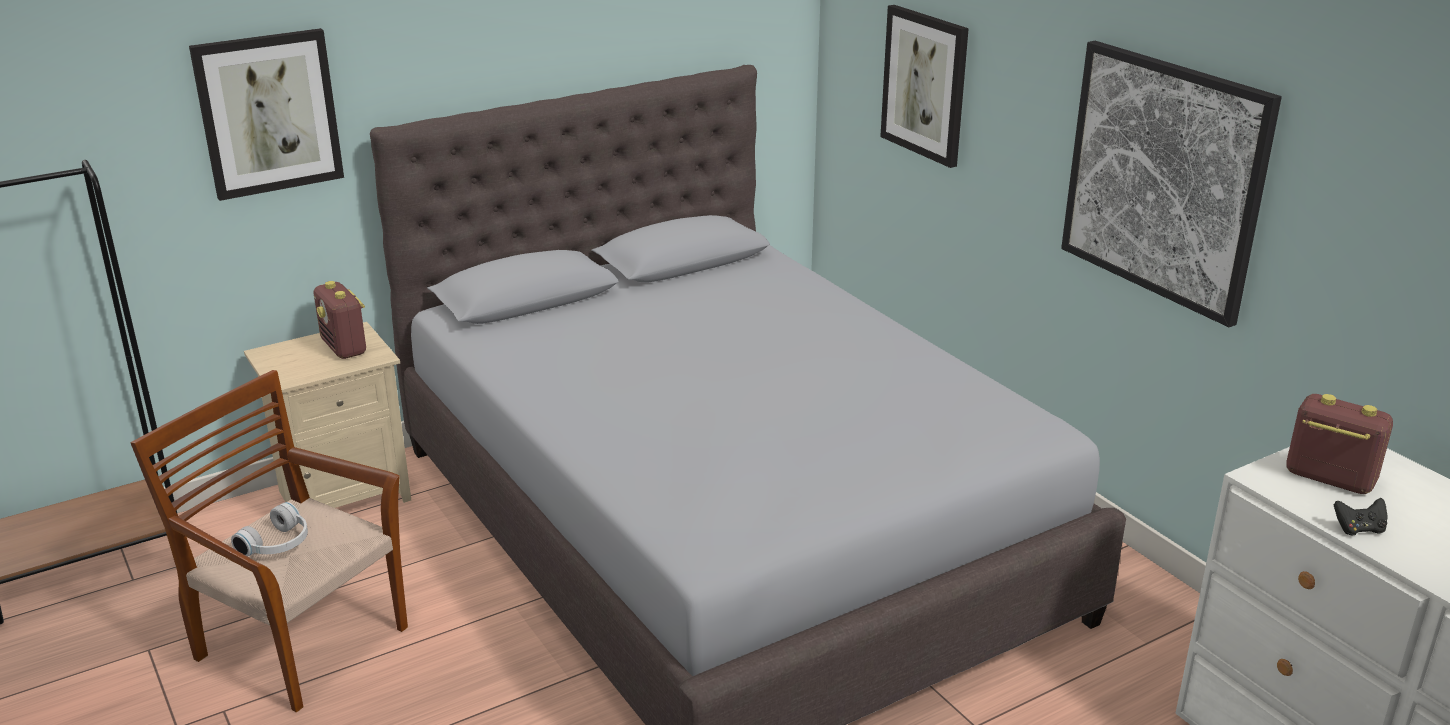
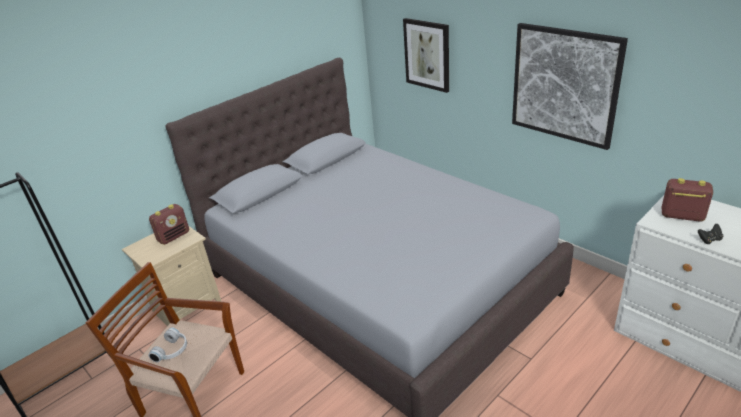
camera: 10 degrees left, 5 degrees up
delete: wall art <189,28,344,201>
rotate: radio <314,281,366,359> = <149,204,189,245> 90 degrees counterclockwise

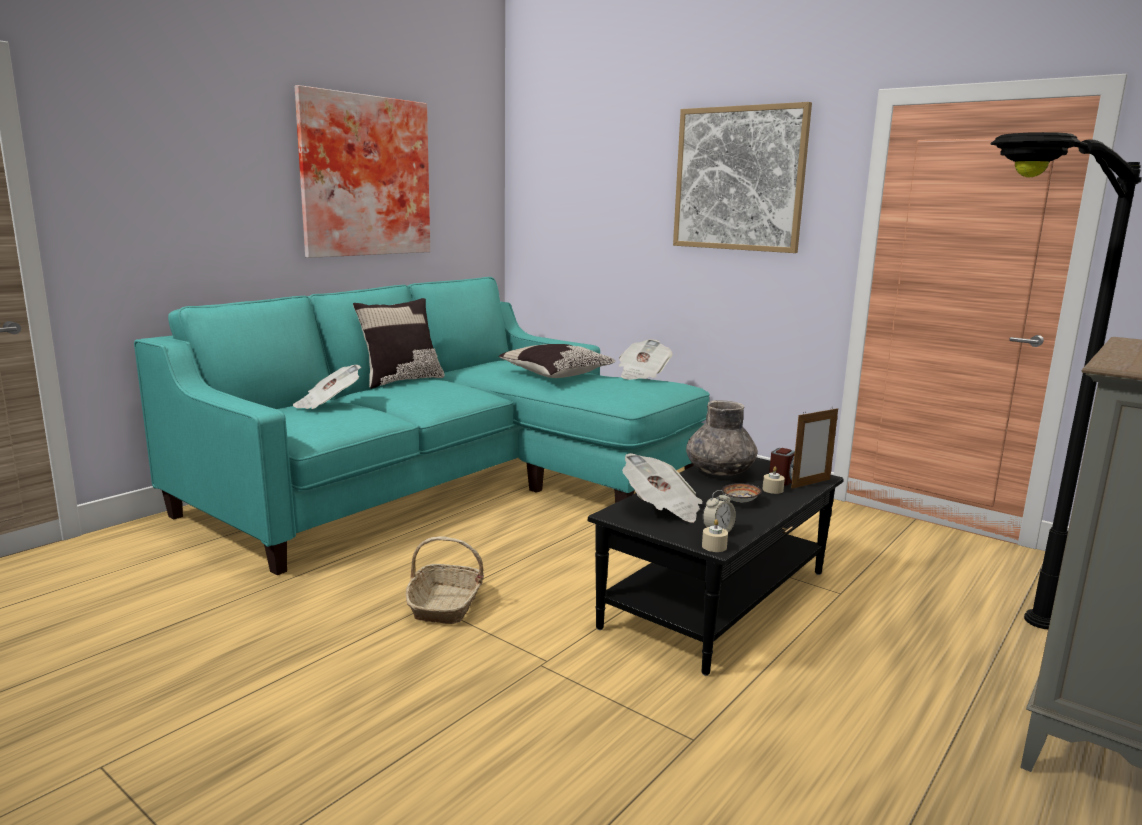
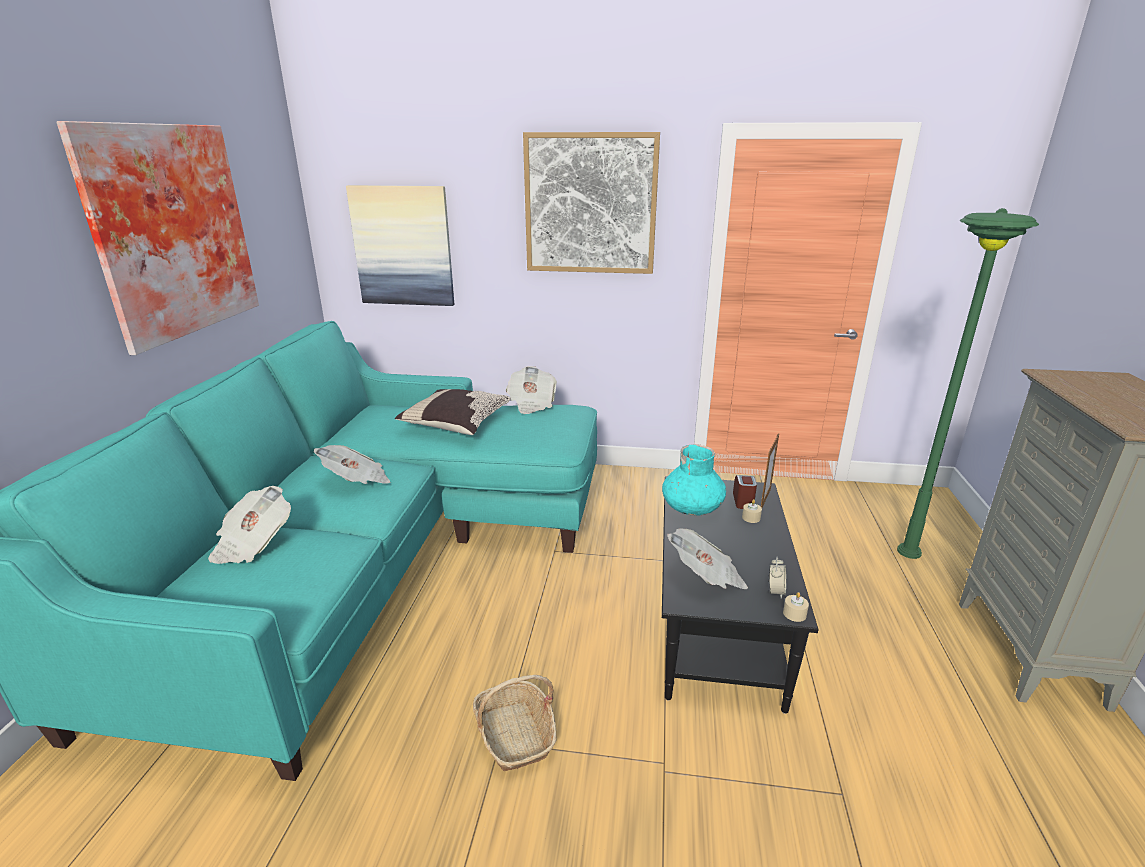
camera: 30 degrees left, 10 degrees up
delete: cushion <353,298,444,389>; serving bowl <722,483,762,503>
insert: newspaper <314,445,390,484>; wall art <346,185,454,306>
recolor: flower vase (greyish) <686,400,758,476> to flower vase (turquoise-coloured) <662,444,726,515>; floor lamp (blackish) <990,132,1142,629> to floor lamp (green) <897,208,1039,559>

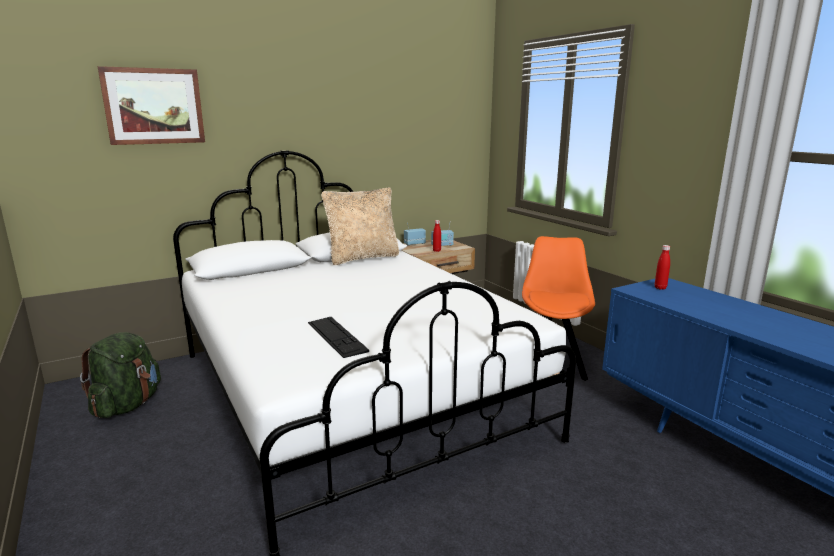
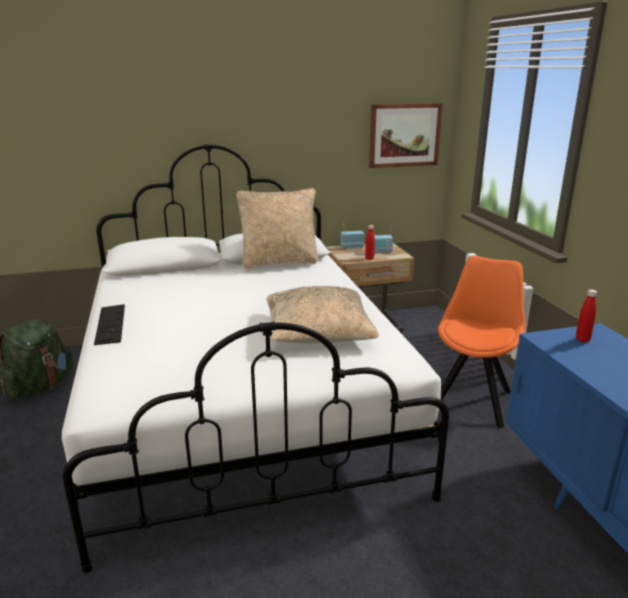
camera: 15 degrees right, 5 degrees up
insert: cushion (beige-coloured) <266,286,379,343>
move: wall art <98,66,205,145> to <369,103,443,168>; PC keyboard <308,317,369,358> to <94,304,125,345>

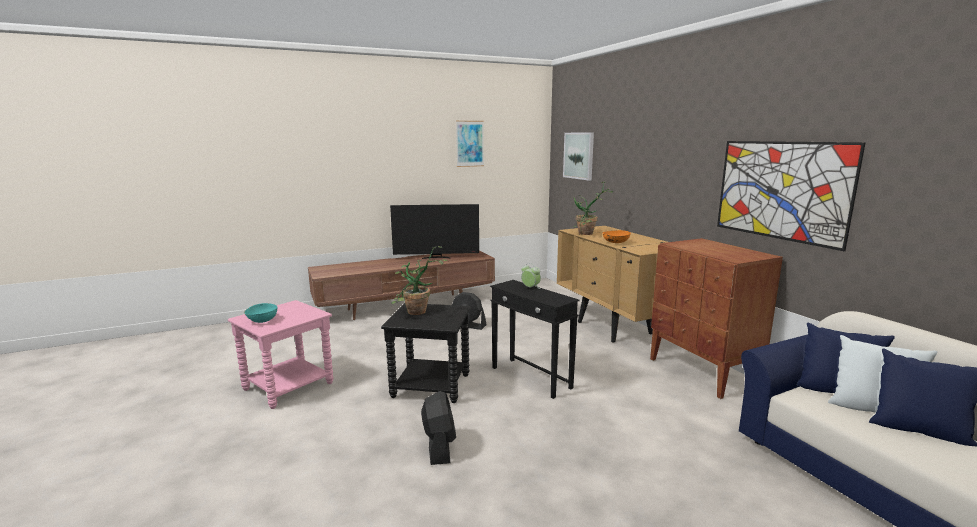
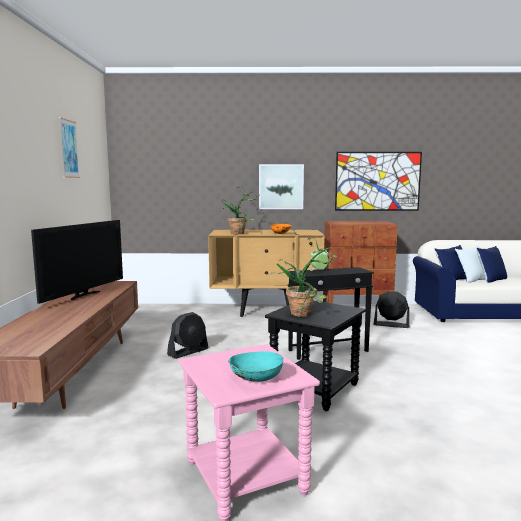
camera: 65 degrees left, 5 degrees down
move: electric fan (blackish) <421,391,456,465> to <374,291,409,328>; wall art <563,132,594,181> to <259,164,304,209>

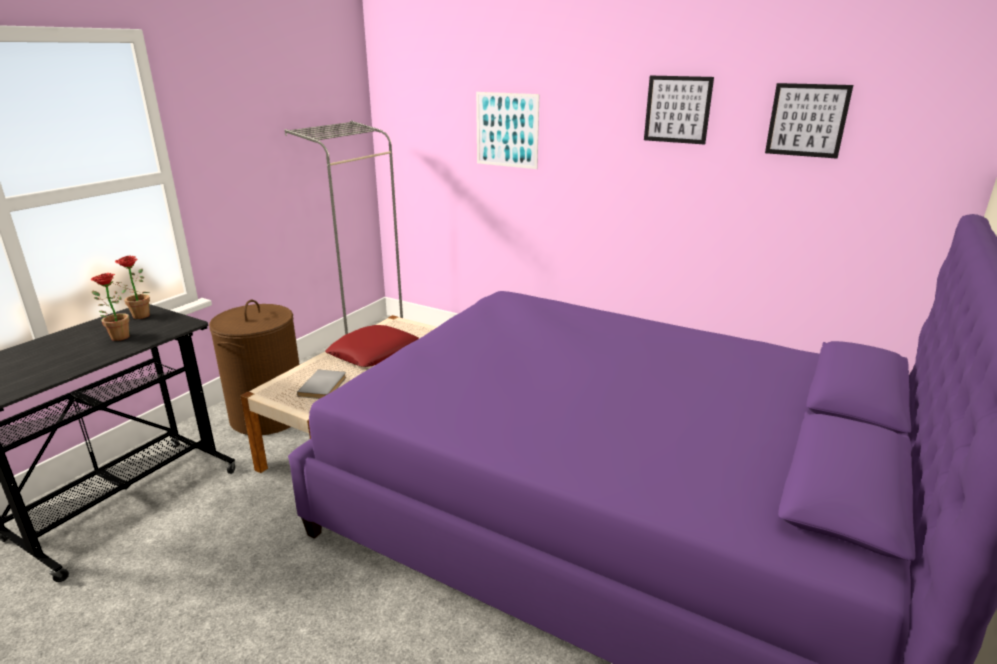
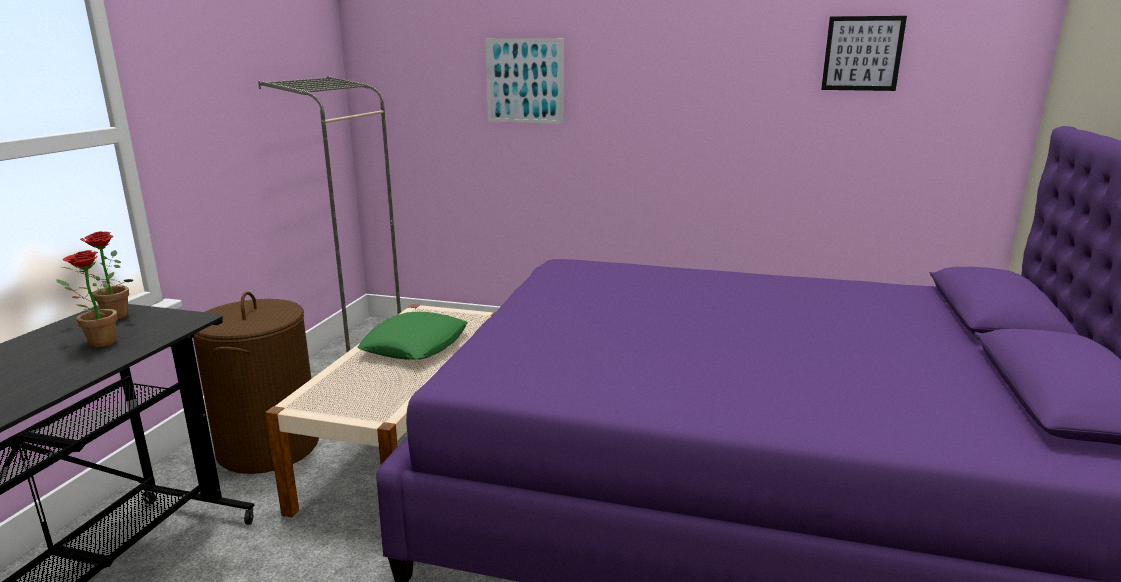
camera: 15 degrees left, 5 degrees down
delete: bound book (greyish) <297,369,346,399>; wall art <644,76,714,145>
recolor: cushion (red) <325,325,419,367> to cushion (green) <357,312,468,360>

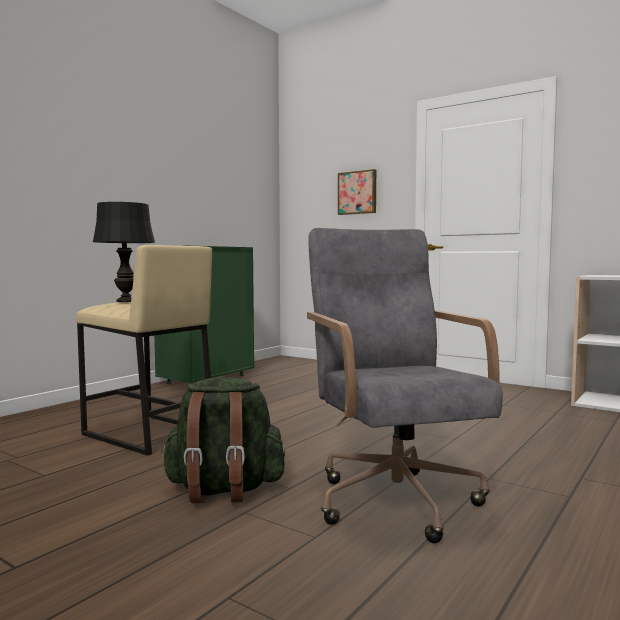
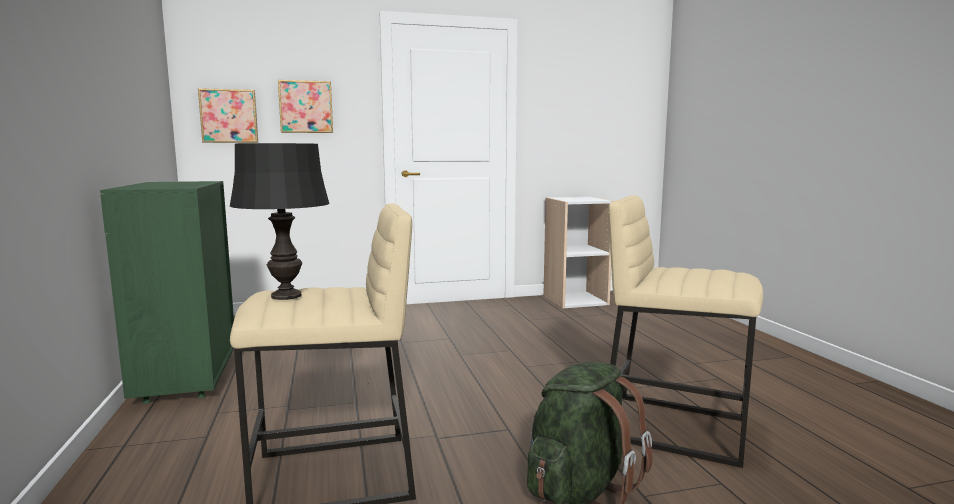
camera: 50 degrees left, 5 degrees up
insert: wall art <198,88,258,143>
replace: desk chair (greyish) <307,228,503,543> to stool seat (beige-coloured) <608,195,763,468>

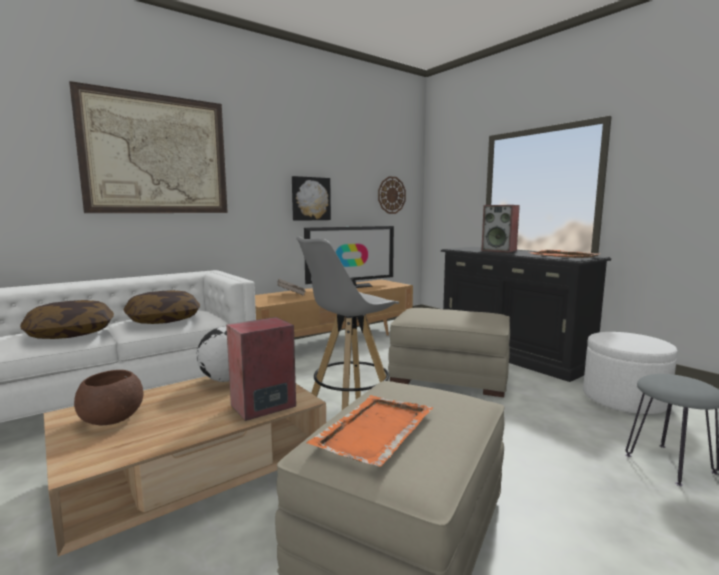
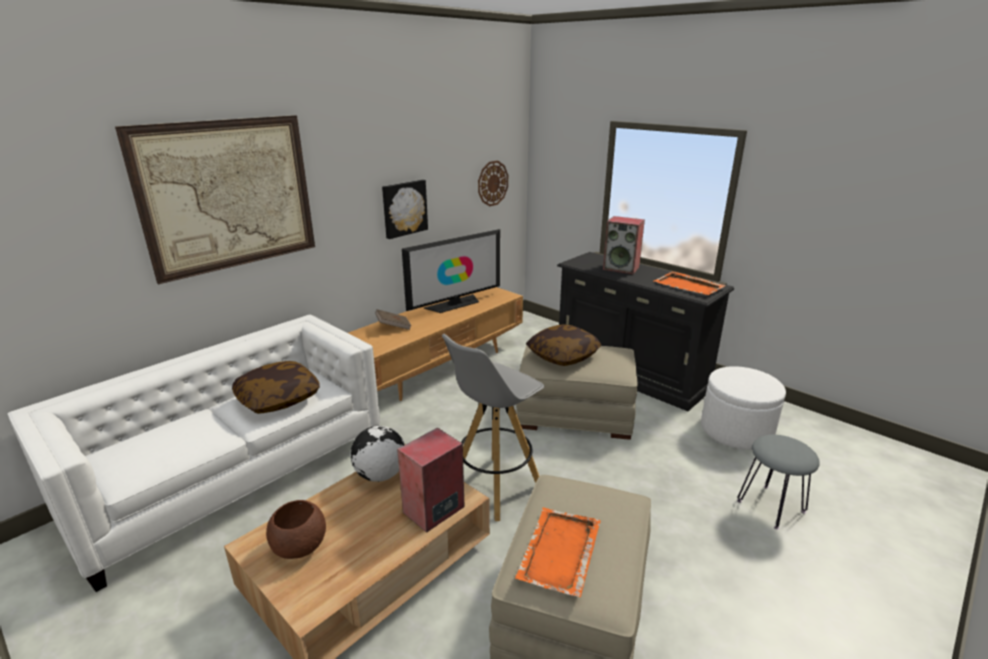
camera: 10 degrees left, 15 degrees up
move: cushion <20,300,114,339> to <526,324,601,366>

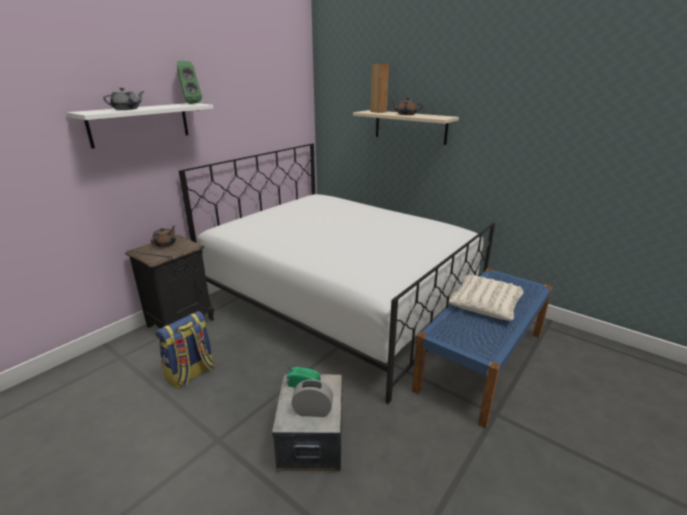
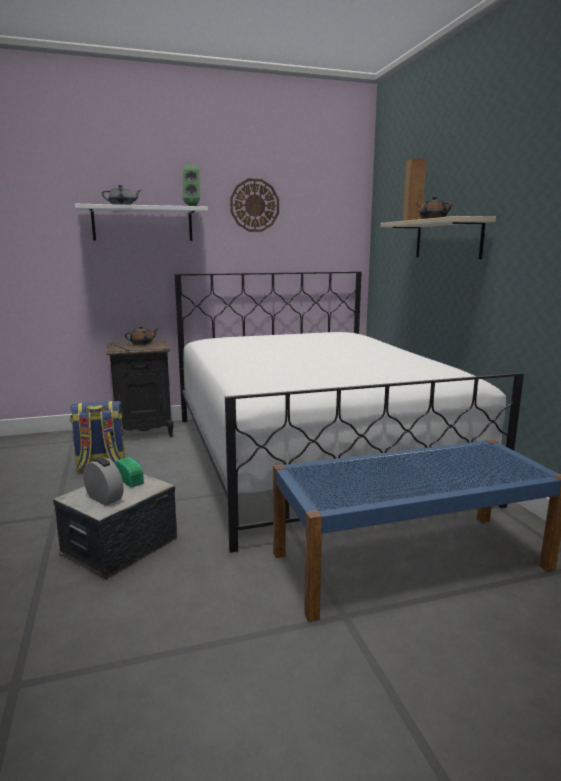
camera: 35 degrees right, 10 degrees down
delete: cushion (beige-coloured) <449,275,524,321>
insert: clock on the wall <230,179,279,232>

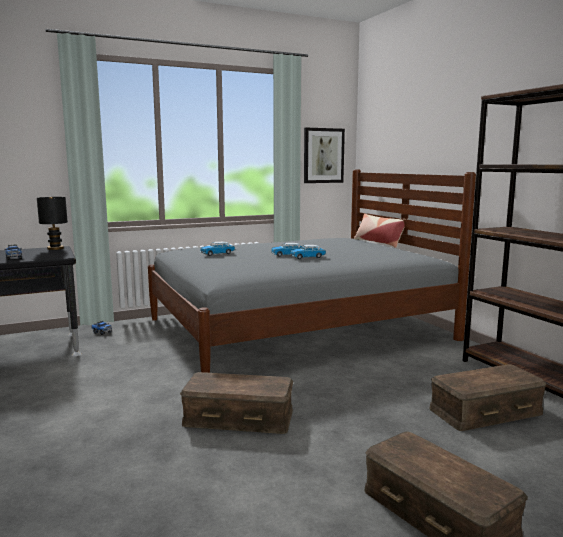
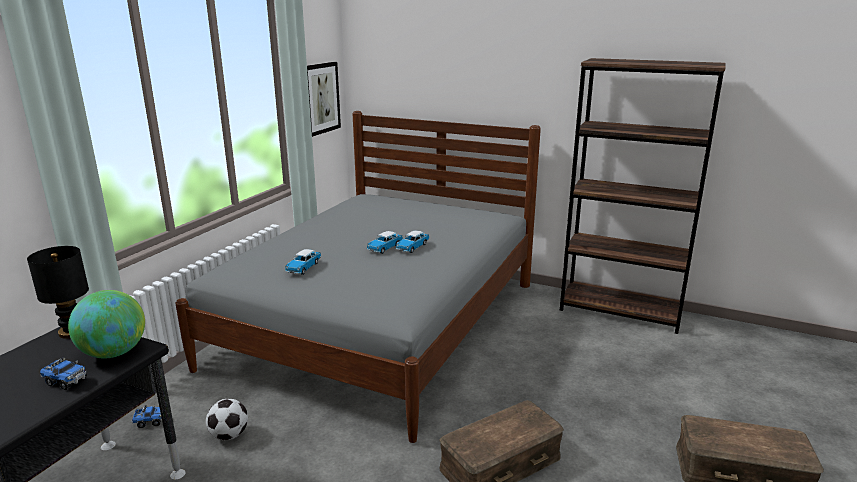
camera: 40 degrees left, 10 degrees up
delete: cushion <354,214,408,248>; storage box (brown-coloured) <429,365,546,431>
insert: desk globe <68,290,145,358>; football ball <206,399,248,440>

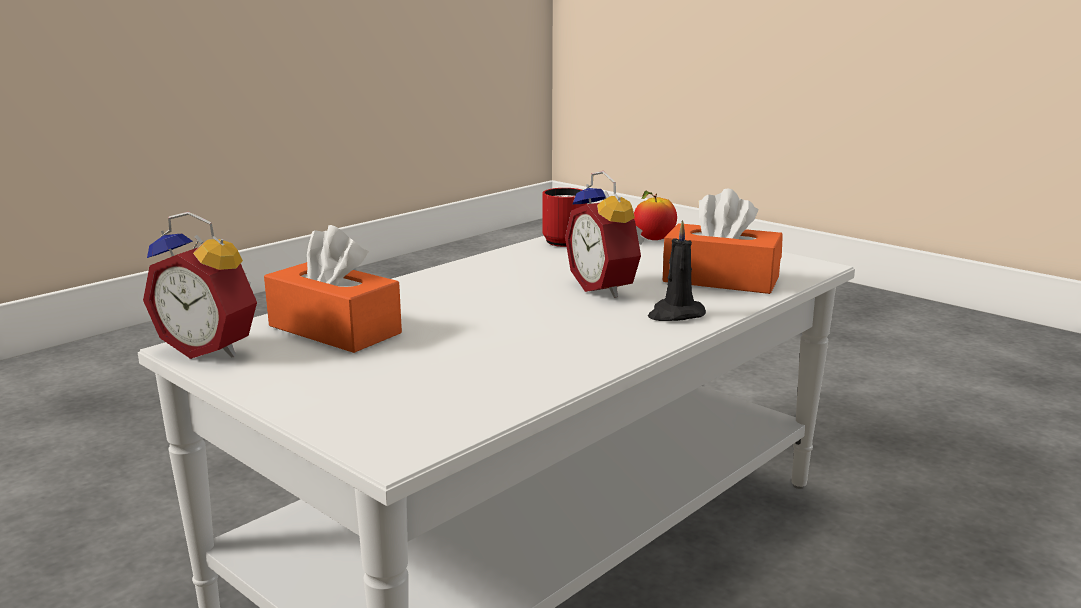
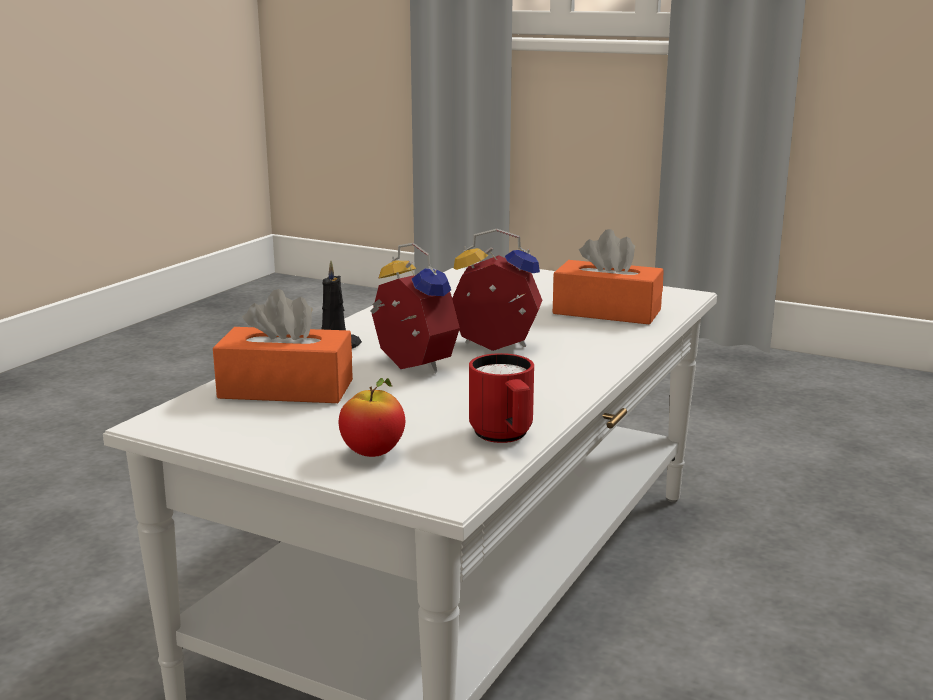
camera: 165 degrees right, 0 degrees up
move: bedside clock <143,211,257,359> to <452,229,542,351>

